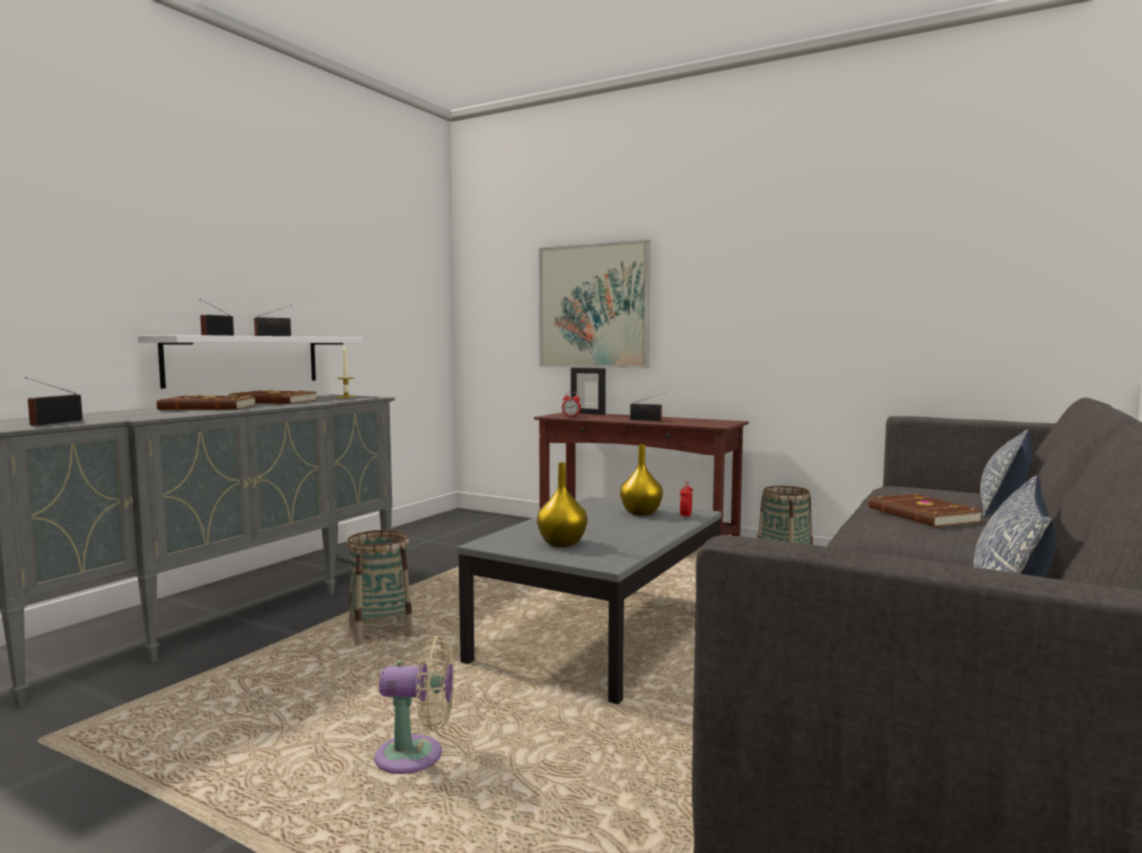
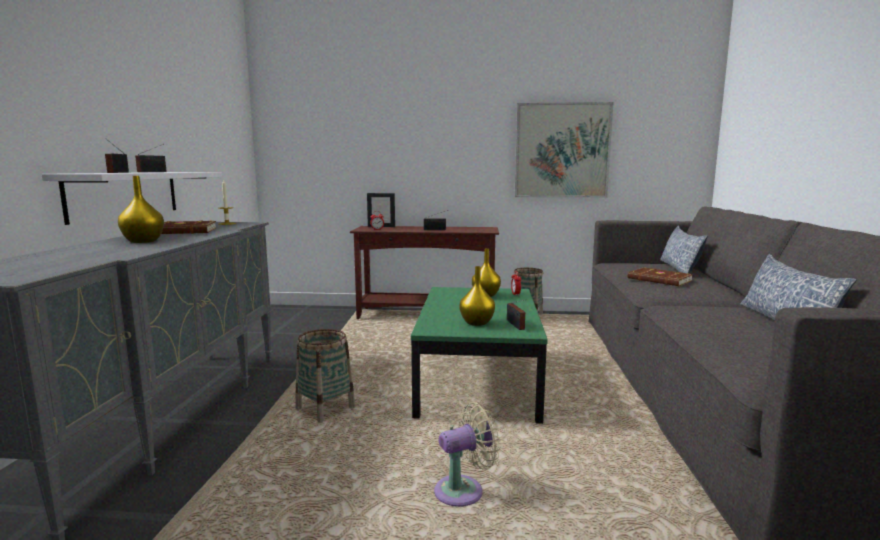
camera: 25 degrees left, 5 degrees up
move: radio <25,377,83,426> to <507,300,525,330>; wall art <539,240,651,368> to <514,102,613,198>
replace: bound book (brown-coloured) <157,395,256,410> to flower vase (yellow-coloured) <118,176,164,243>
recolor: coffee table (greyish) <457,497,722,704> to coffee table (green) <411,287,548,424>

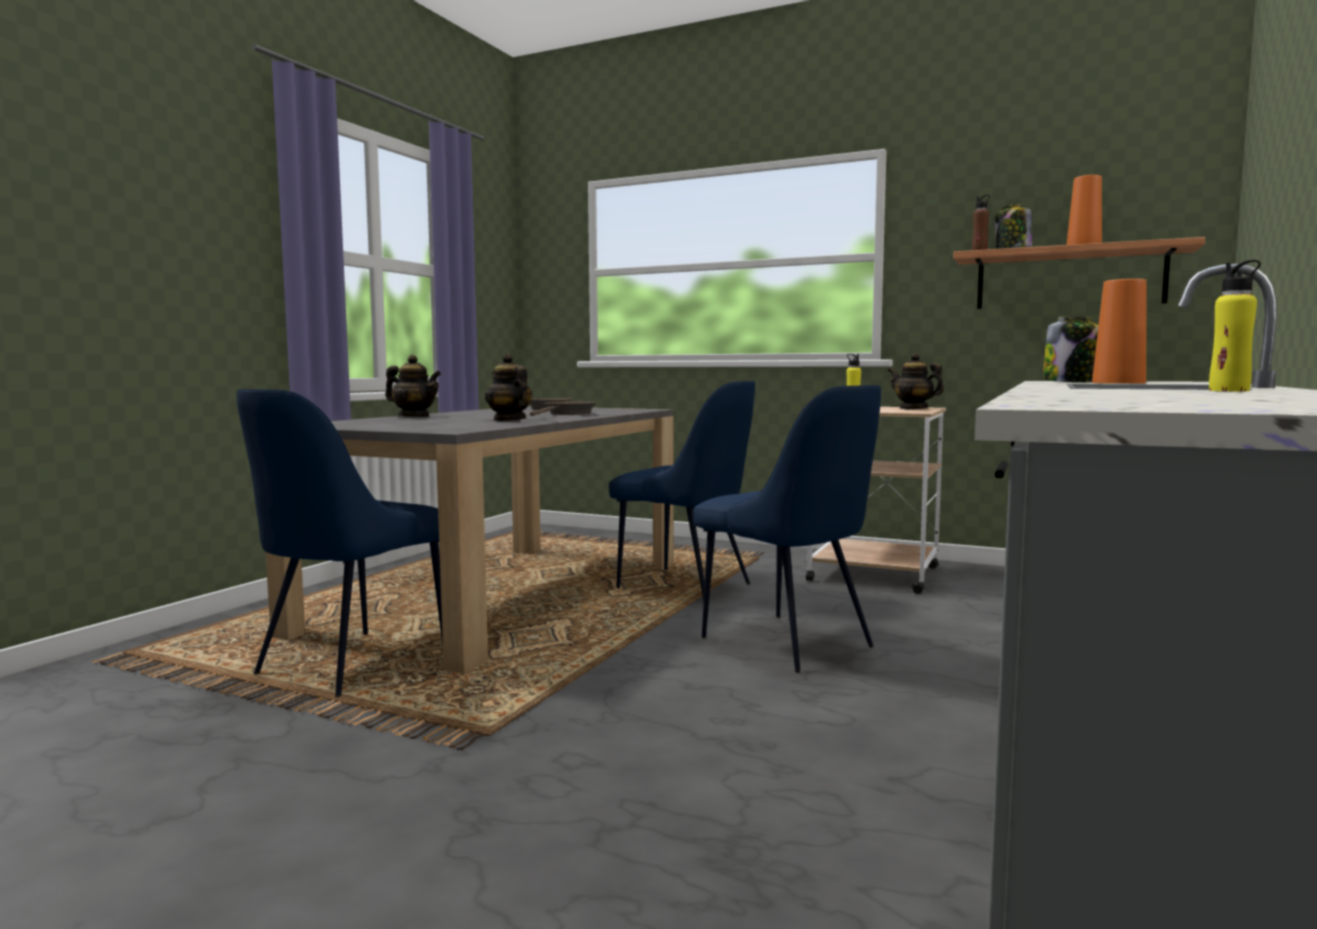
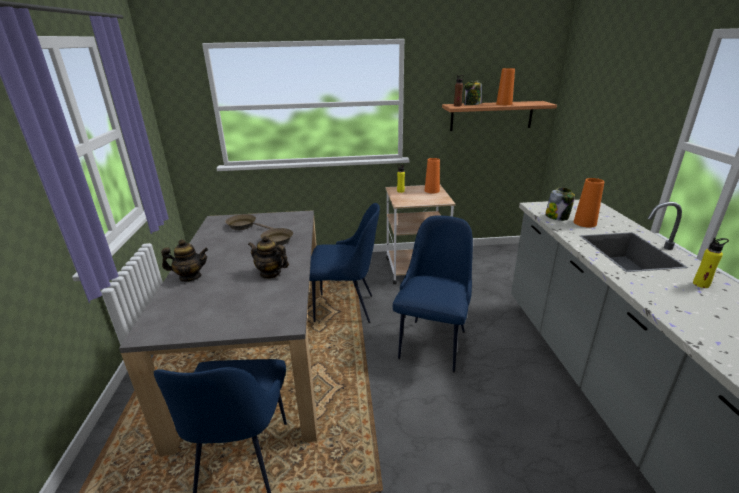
camera: 30 degrees left, 20 degrees up
replace: teapot <888,353,944,409> to flower vase (orange-coloured) <425,158,440,193>
rotate: upright chair (blue-coloured) <693,385,881,673> = <393,215,473,372> 90 degrees counterclockwise

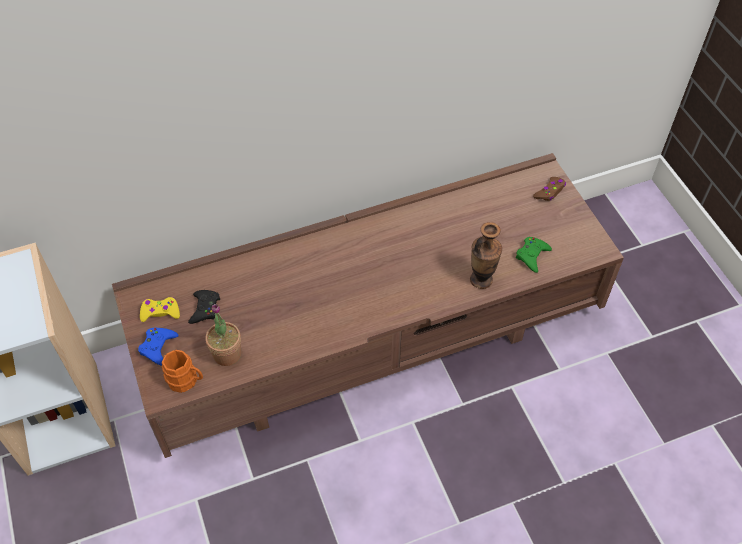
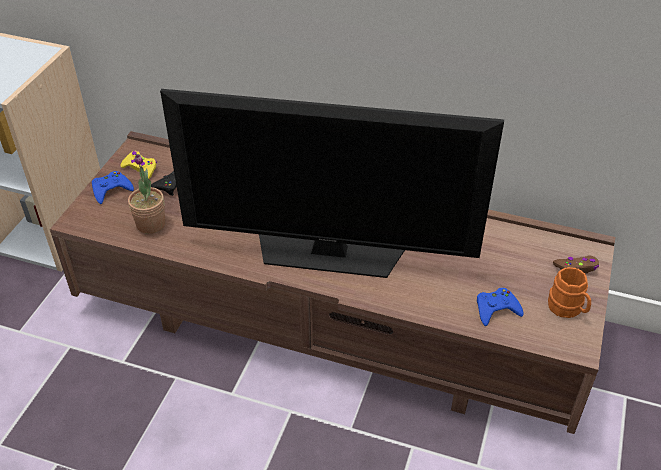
camera: 40 degrees right, 10 degrees down
delete: flower vase <470,222,502,289>
insert: TV <160,89,504,278>
move: coffee mug (orange-coloured) <162,350,203,393> to <548,267,591,318>
recolor: gamepad (green) <516,237,552,273> to gamepad (blue-coloured) <477,288,524,326>

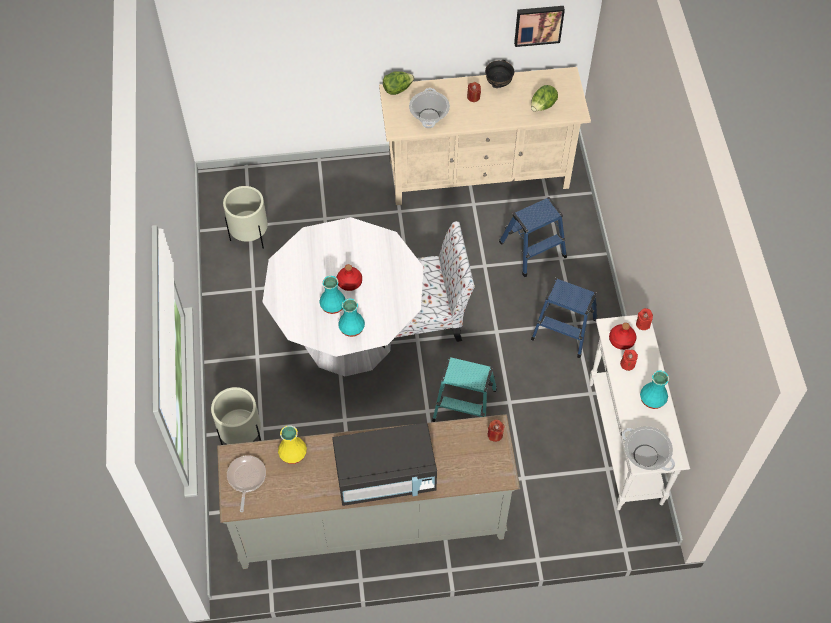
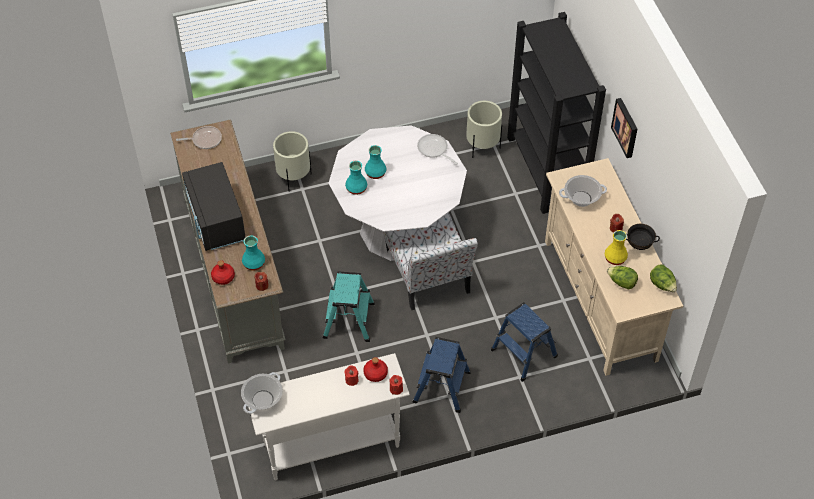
camera: 80 degrees right, 5 degrees down
insert: pan <417,134,458,165>; bookcase (blackish) <507,12,606,214>
move: flower vase (yellow-coloured) <278,425,307,464> to <605,230,628,265>; bottle (red) <336,264,362,291> to <211,260,235,285>; head of lettuce <383,71,415,95> to <650,265,677,292>; wall art <514,6,565,47> to <611,98,637,158>; flower vase (turquoise-coloured) <640,370,669,409> to <242,235,265,271>

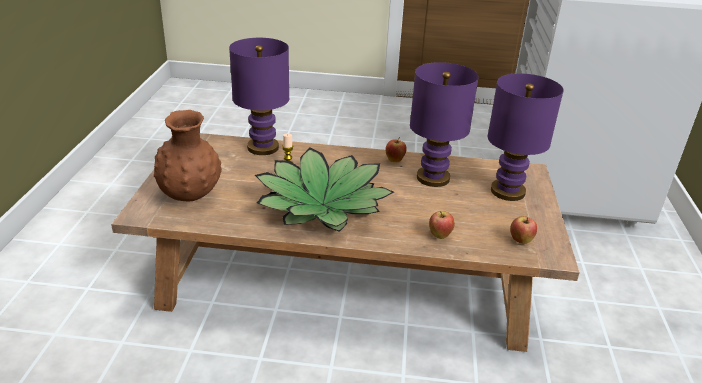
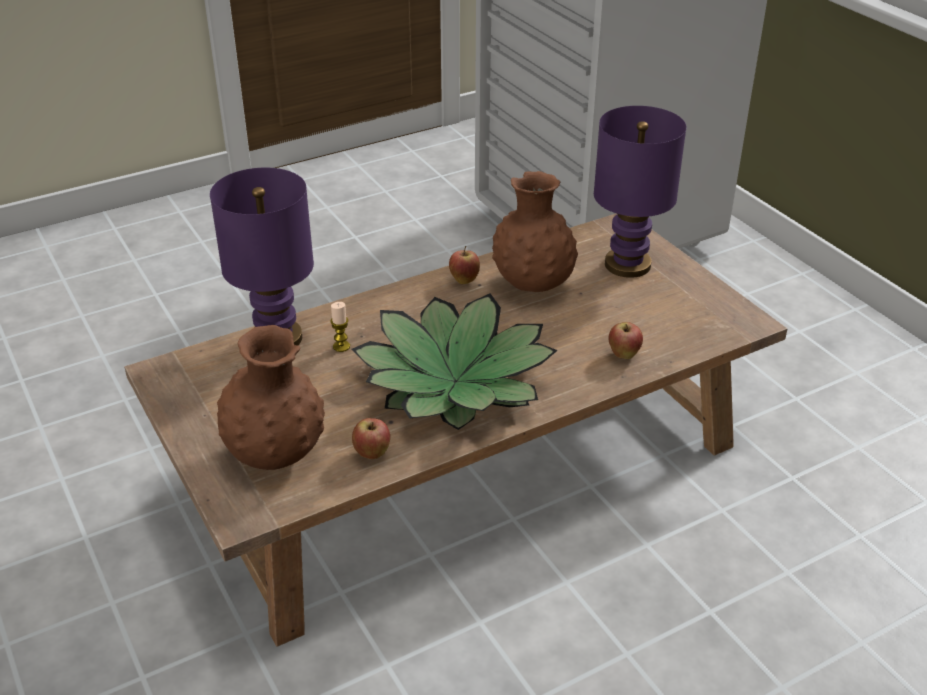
camera: 35 degrees left, 5 degrees up
move: apple <510,216,537,244> to <352,418,390,459>
replace: tabletop lamp (purple-coloured) <410,62,479,187> to flower vase (brown-coloured) <492,171,578,292>

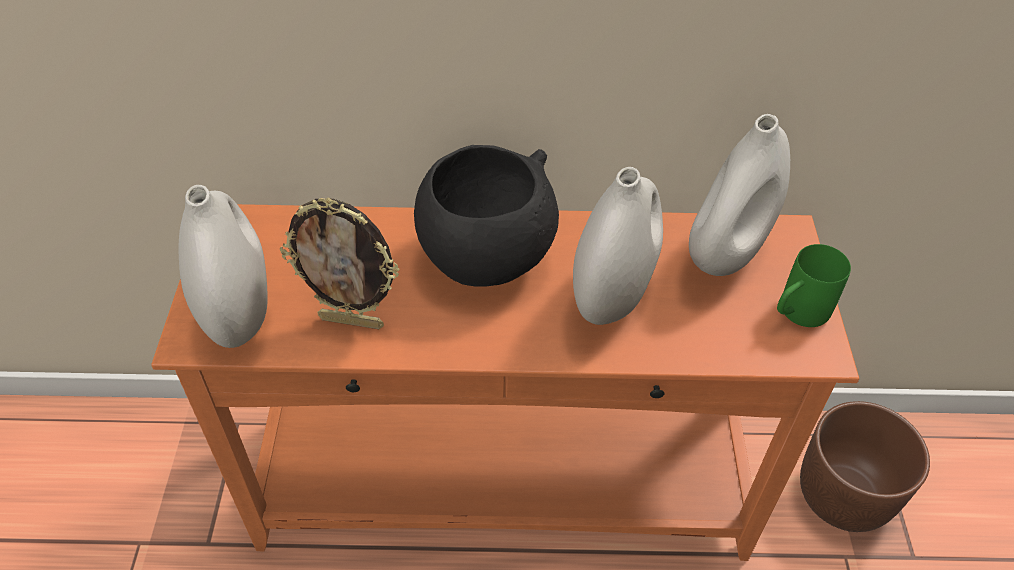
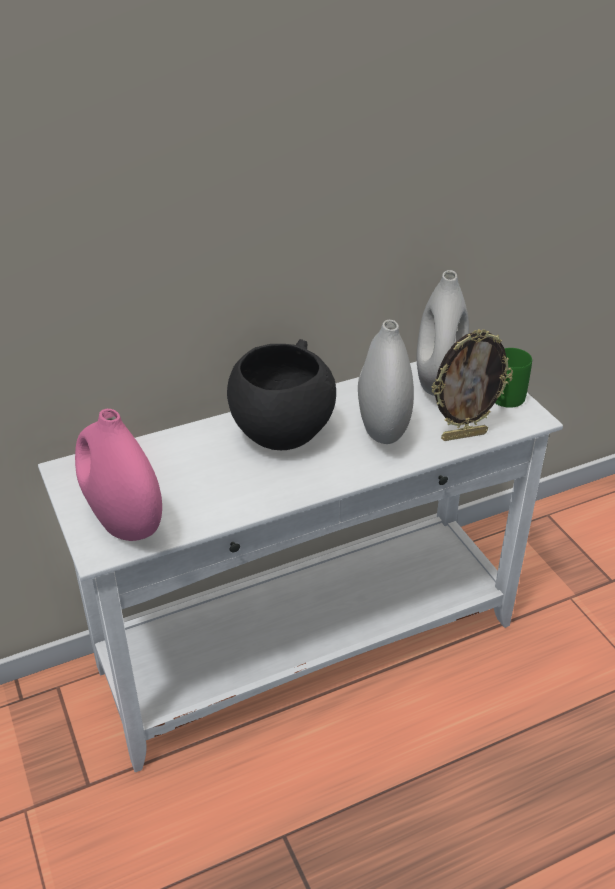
camera: 25 degrees left, 10 degrees down
delete: plant pot (brown-coloured) <800,401,930,532>
move: photo frame <280,197,399,329> to <432,329,513,441>
recolor: hall table (orange-coloured) <151,204,859,561> to hall table (whitish) <38,361,563,772>; flower vase (whitish) <178,185,268,348> to flower vase (pink) <75,409,162,541>

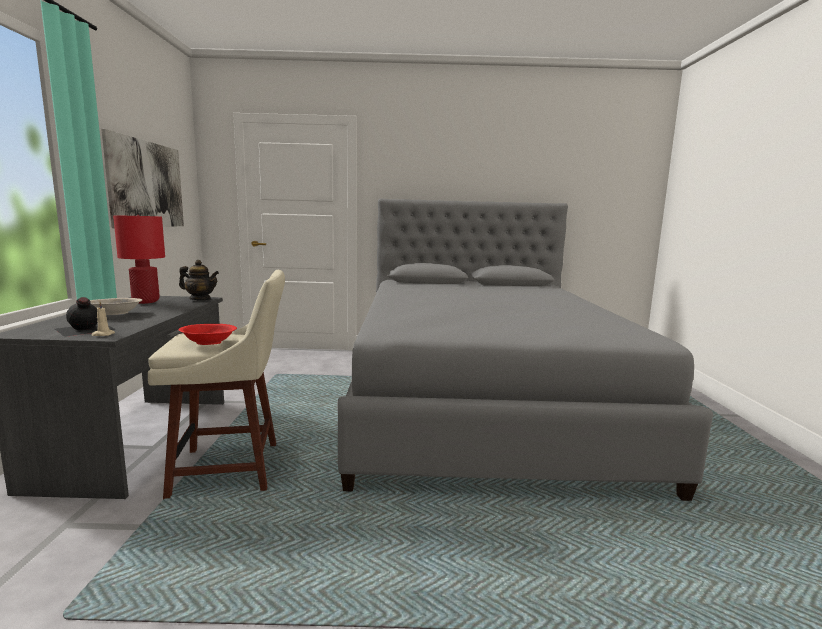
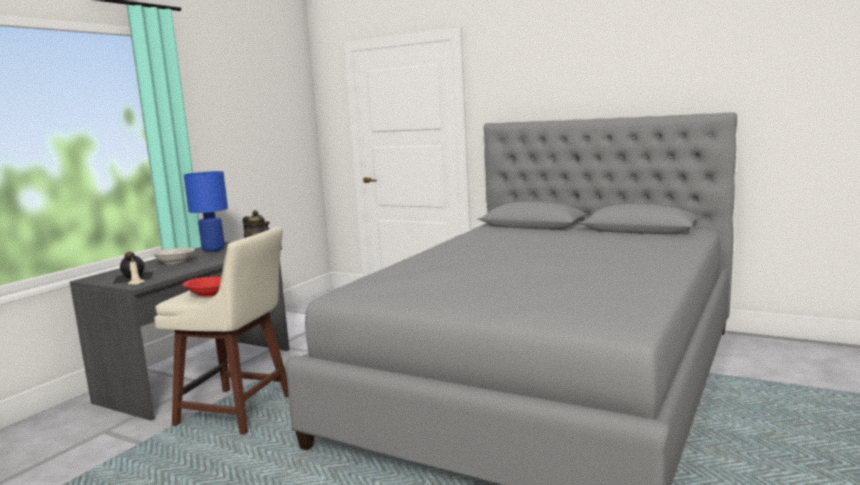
camera: 30 degrees right, 0 degrees up
delete: wall art <101,129,184,228>
recolor: tabletop lamp (red) <113,215,165,304> to tabletop lamp (blue-coloured) <184,171,228,252>

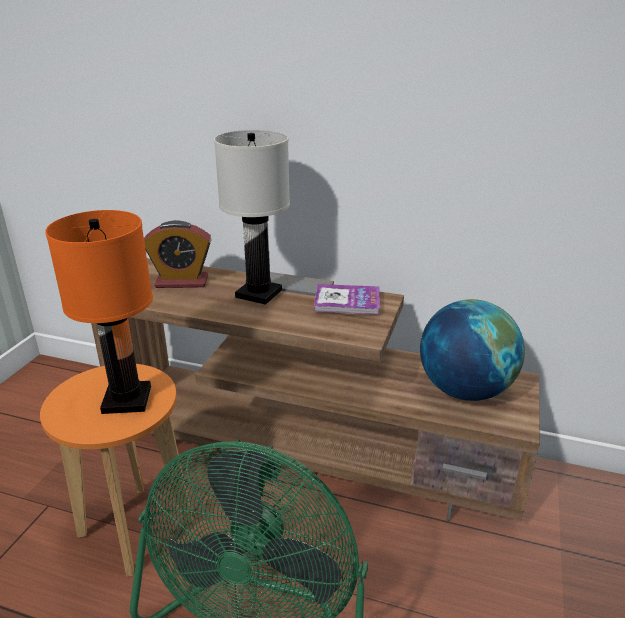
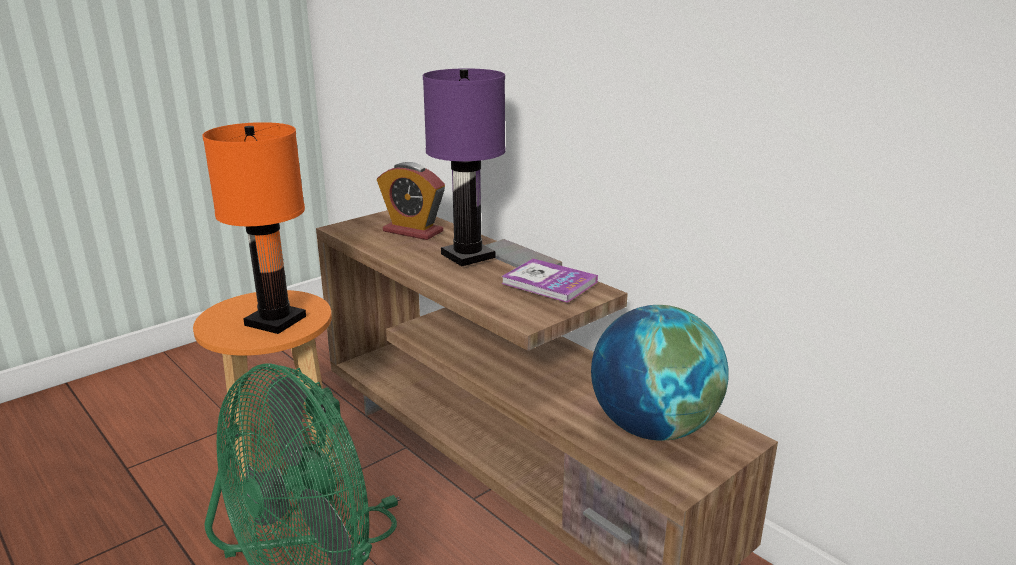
camera: 30 degrees right, 5 degrees down
recolor: tabletop lamp (whitish) <214,130,290,305> to tabletop lamp (purple-coloured) <423,68,506,266>

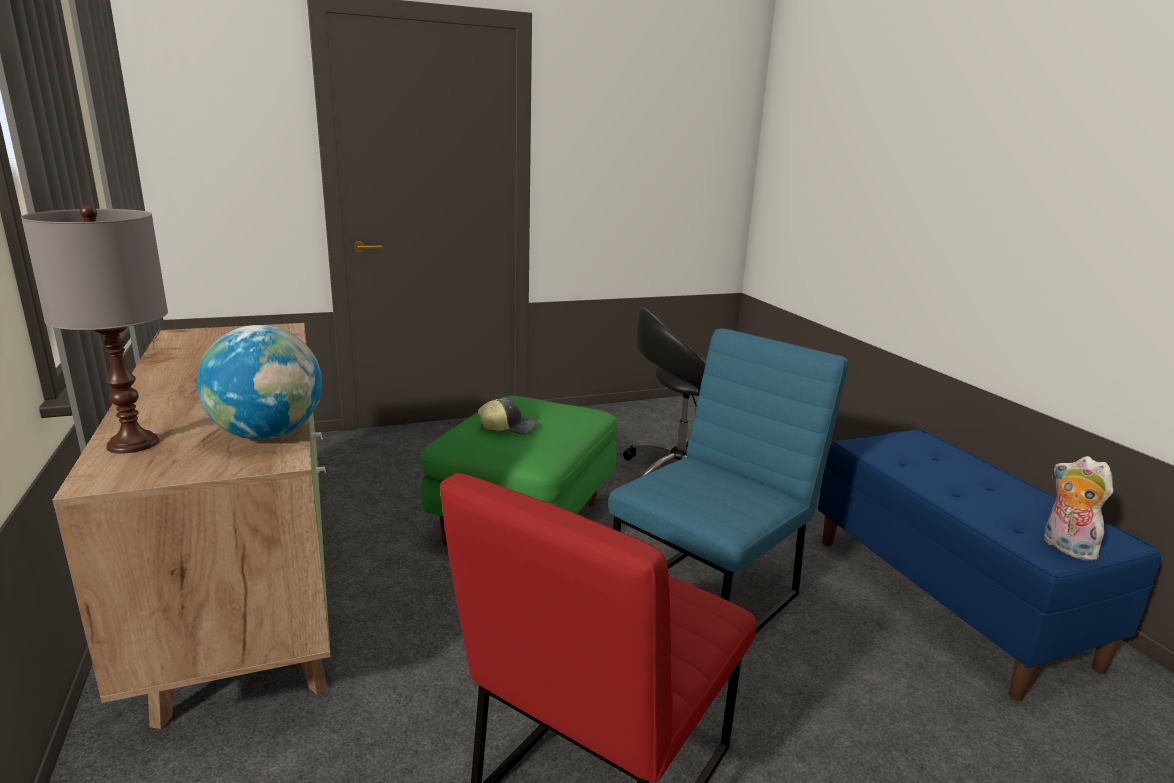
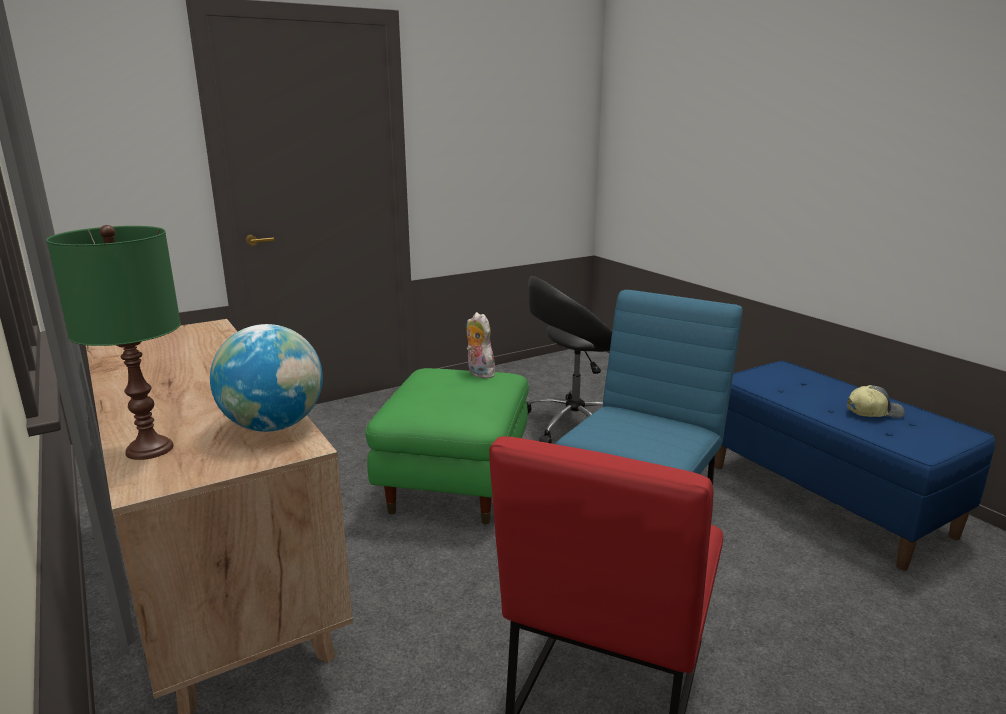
camera: 10 degrees left, 0 degrees up
move: cap <478,399,538,435> to <847,385,905,418>; soft toy <1044,456,1113,561> to <466,312,495,378>
recolor: tabletop lamp (greyish) <21,205,168,453> to tabletop lamp (green) <46,225,181,460>

